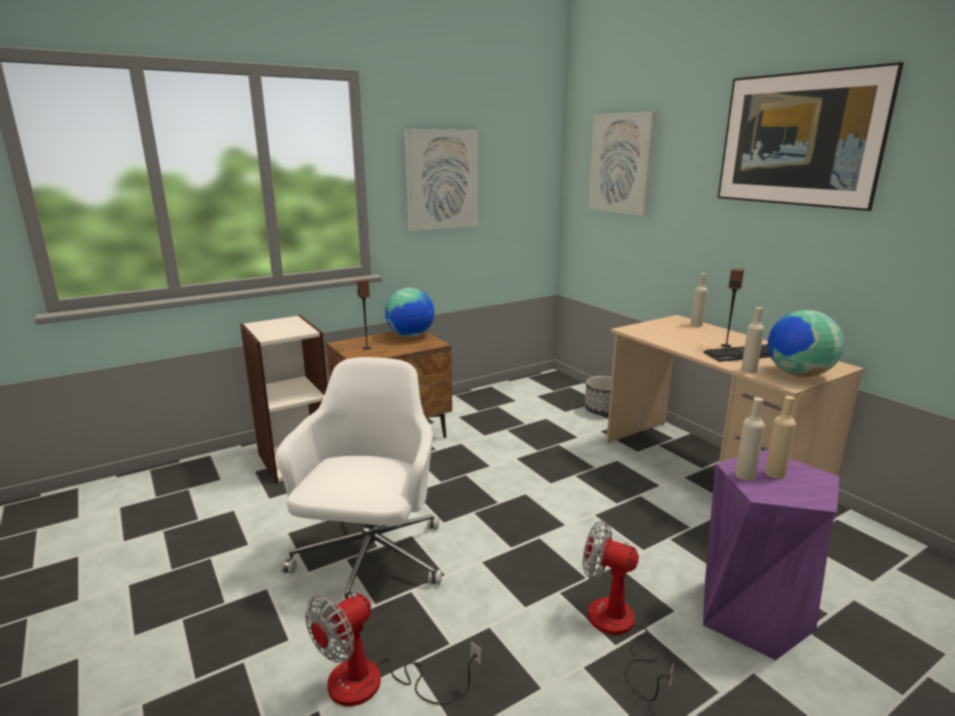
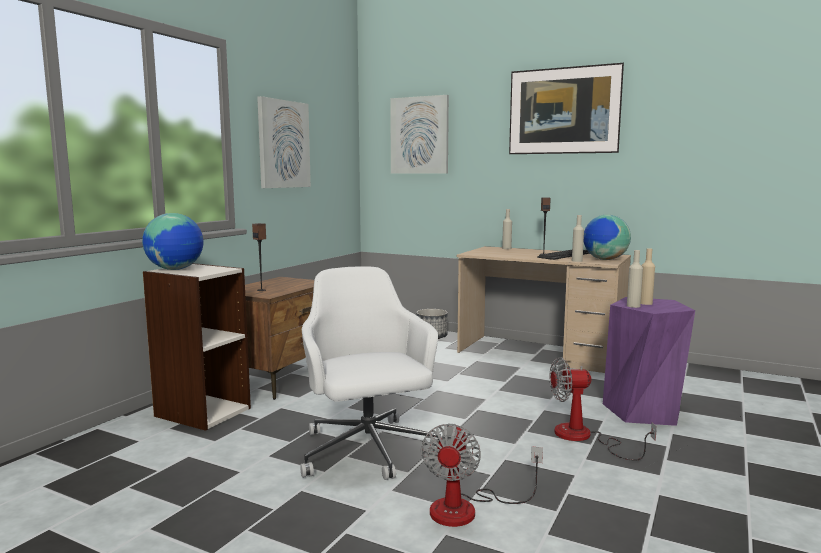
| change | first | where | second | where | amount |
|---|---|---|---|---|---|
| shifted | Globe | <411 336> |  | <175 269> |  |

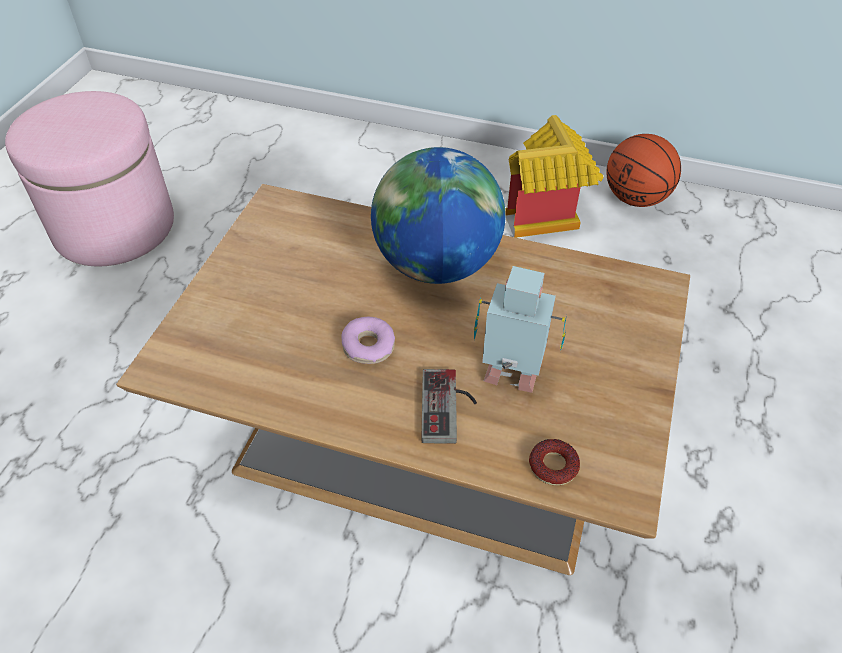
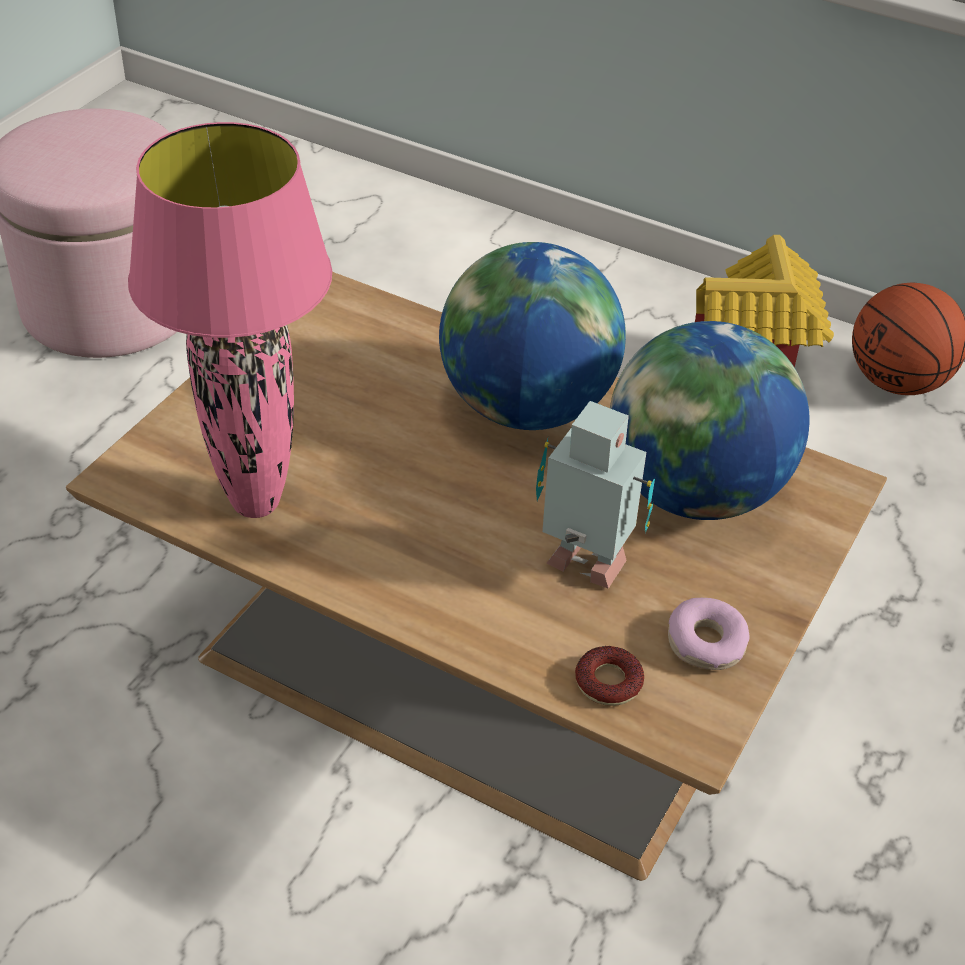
| change | first | where | second | where | amount |
|---|---|---|---|---|---|
| shifted | Donut | <368 346> |  | <705 643> |  |
| gone | GameController | <449 407> |  |  |  |
| new |  |  | PinkTableLamp | <255 504> |  |
| new |  |  | Globe | <694 492> |  |

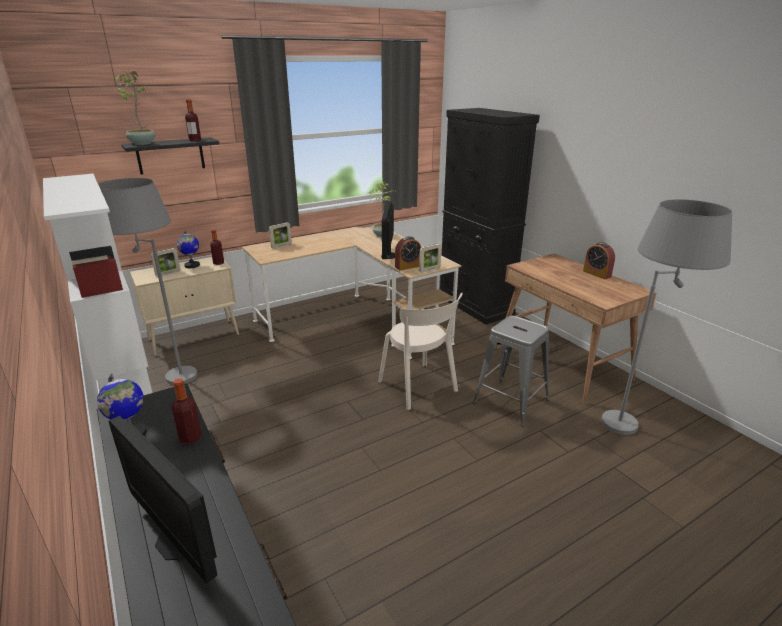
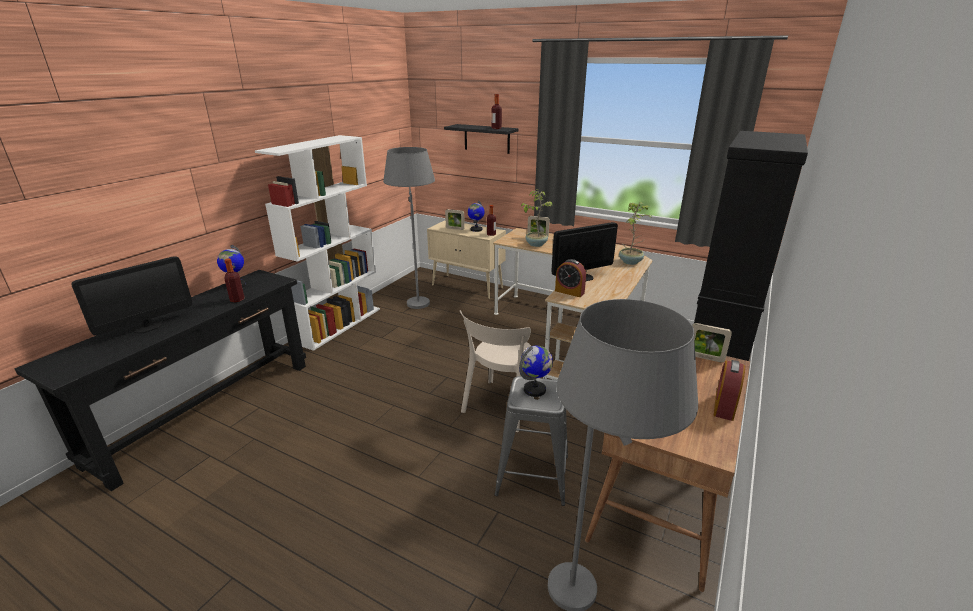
| change | first | where | second | where | amount |
|---|---|---|---|---|---|
| shifted | PottedPlant | <141 144> |  | <535 244> |  |
| shifted | PictureFrame | <430 269> |  | <705 358> |  |
| rotated | Monitor | <178 541> |  | <147 327> | 150 degrees counterclockwise |
| new |  |  | Globe | <535 390> |  |

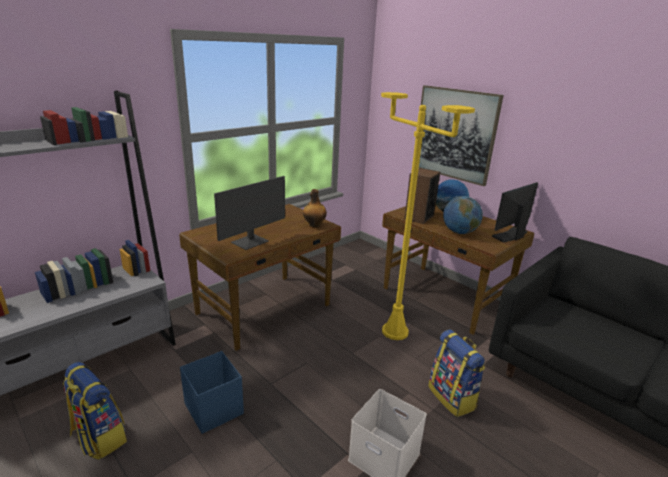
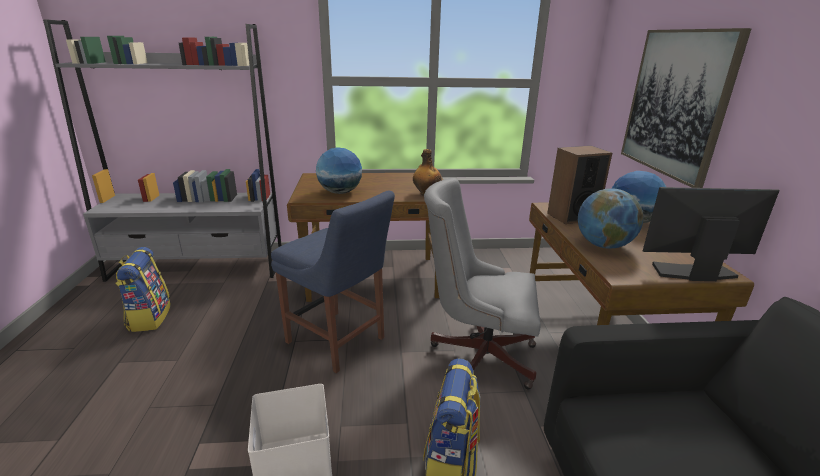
| change | first | where | second | where | amount |
|---|---|---|---|---|---|
| swapped | YellowFloorLamp | <395 332> | GreyOfficeChair | <477 354> |  |
| swapped | Monitor | <250 242> | Globe | <340 192> |  |
| gone | BlueStorageBox | <214 408> |  |  |  |
| new |  |  | BlueChair | <338 342> |  |

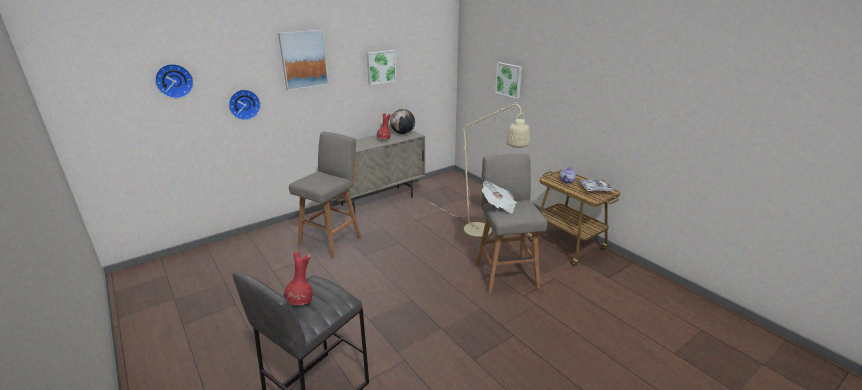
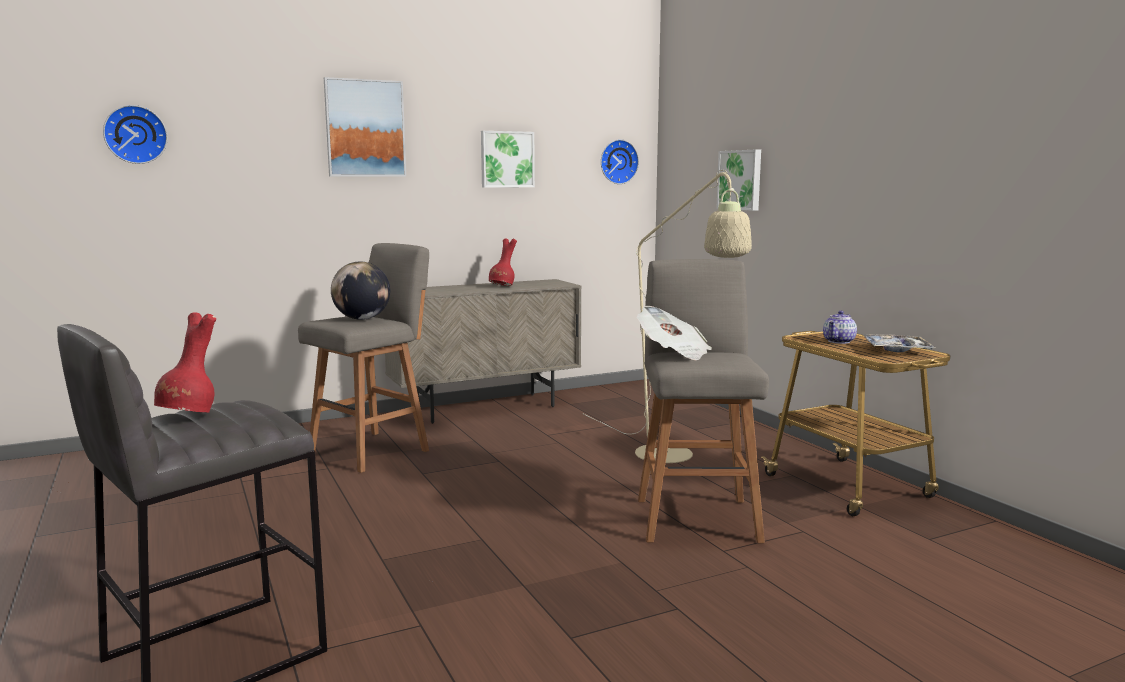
| change | first | where | second | where | amount |
|---|---|---|---|---|---|
| shifted | WallClock | <244 104> |  | <618 162> |  |
| shifted | Globe | <403 133> |  | <362 319> |  |

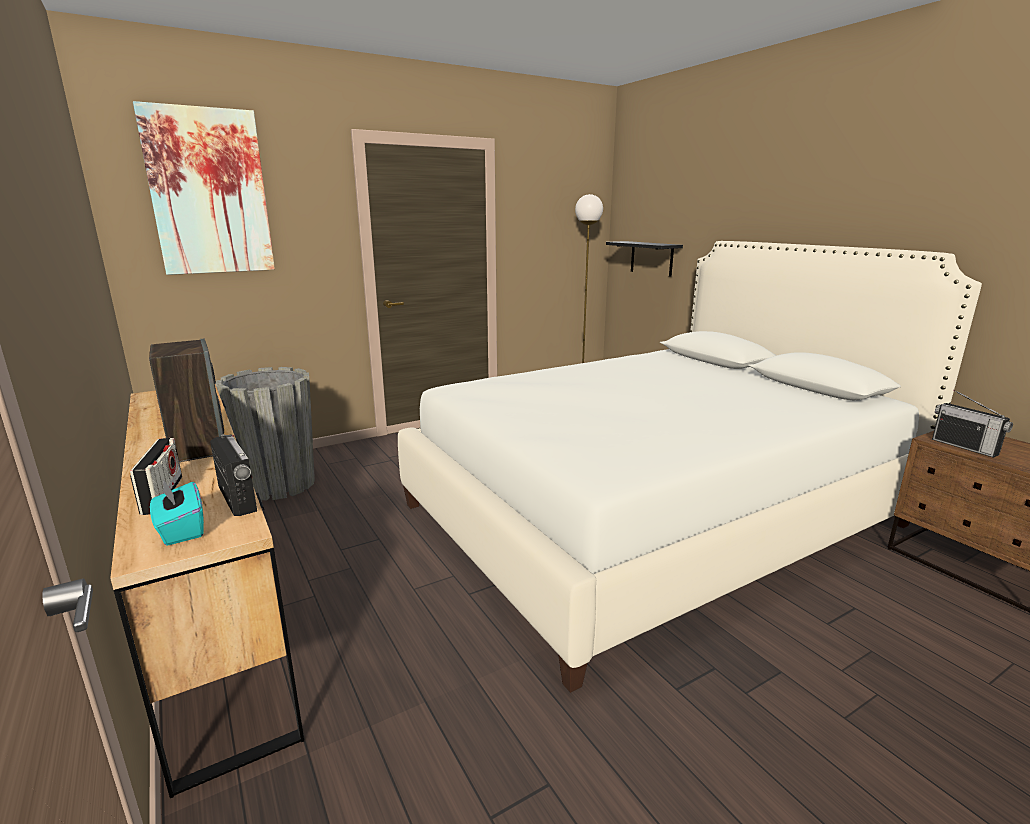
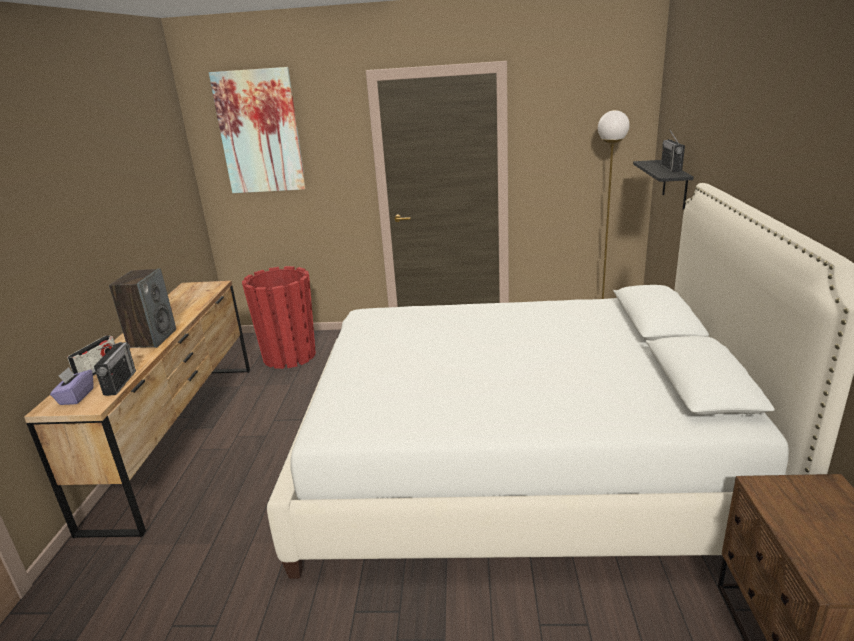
| change | first | where | second | where | amount |
|---|---|---|---|---|---|
| repainted | GreyPlanter | <279 484> | RedPlanter | <289 356> |  |
| shifted | Radio | <964 447> |  | <671 168> |  |
| repainted | TurquoiseTissueBox | <181 530> | PurpleTissueBox | <76 397> |  |

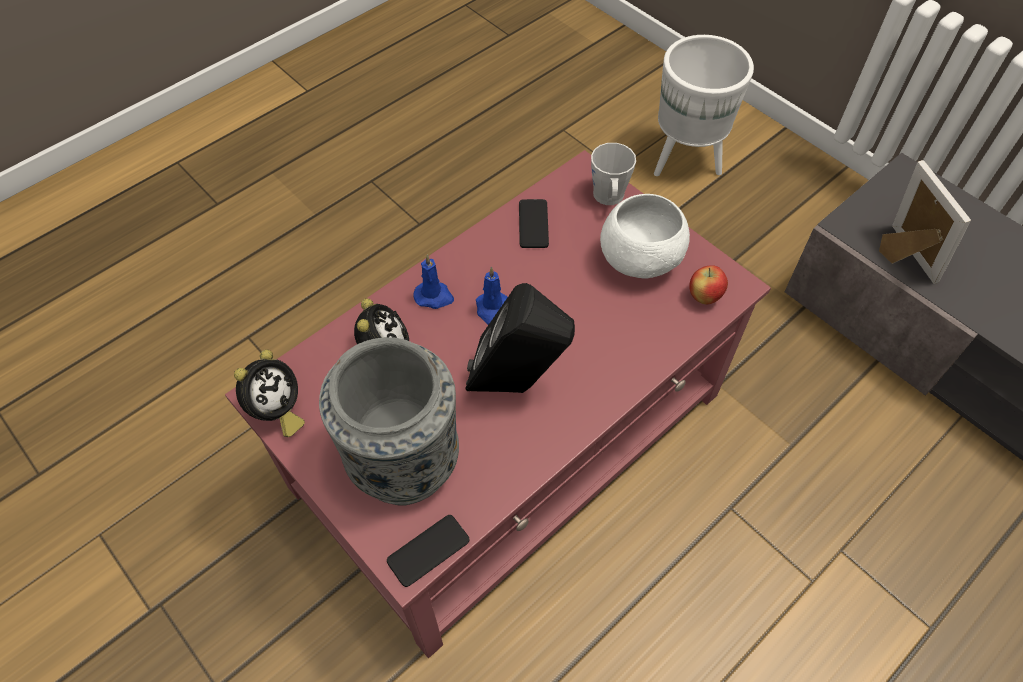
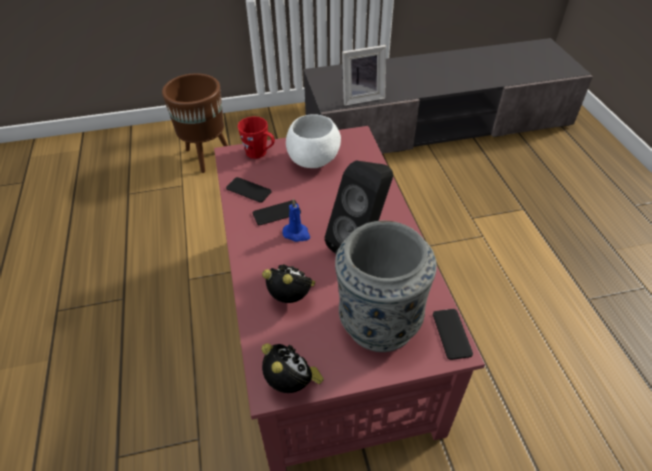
| change | first | where | second | where | amount |
|---|---|---|---|---|---|
| repainted | WhitePlanter | <686 160> | BrownPlanter | <206 156> |  |
| repainted | GreyMug | <609 198> | RedMug | <259 153> |  |
| rotated | PictureFrame | <901 257> |  | <361 97> | 150 degrees clockwise |
| gone | BlueCandle | <434 296> |  |  |  |
| gone | Apple | <704 297> |  |  |  |
| new |  |  | Phone | <277 213> |  |

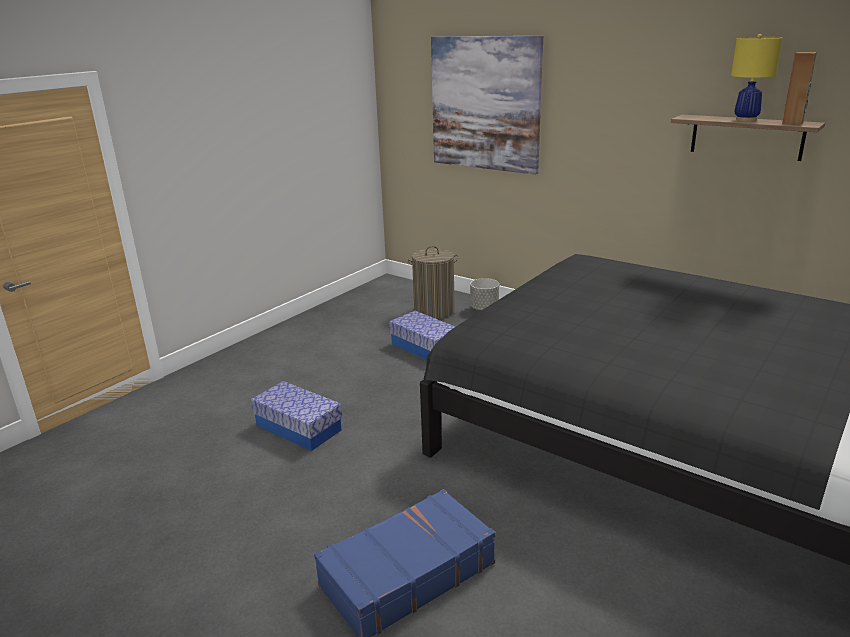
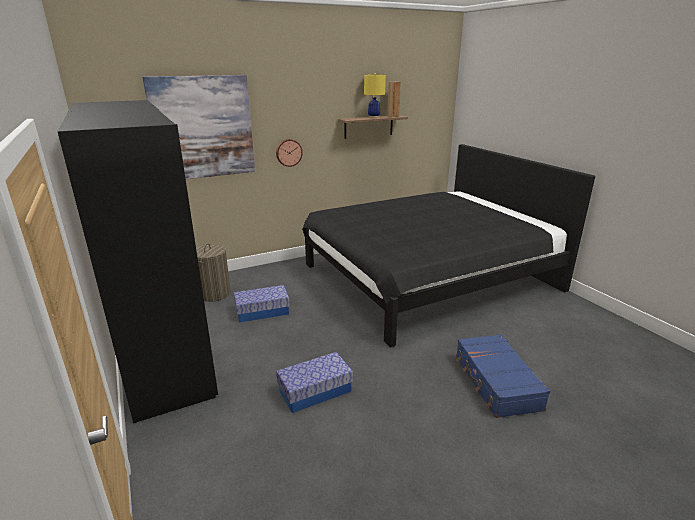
| change | first | where | second | where | amount |
|---|---|---|---|---|---|
| gone | GreyPlanter | <484 308> |  |  |  |
| new |  |  | BlackWardrobe | <162 345> |  |
| new |  |  | WallClock | <288 152> |  |

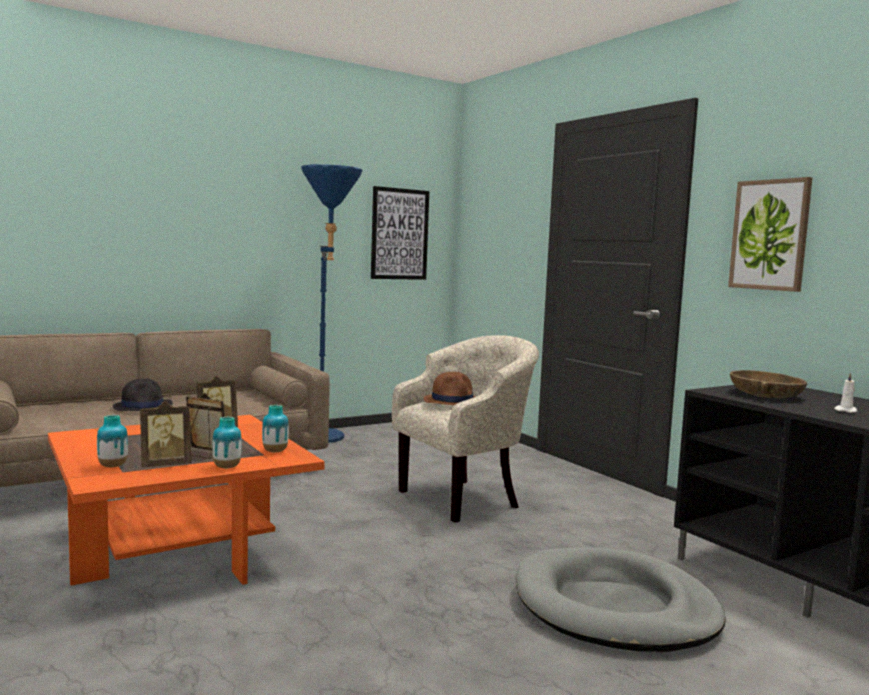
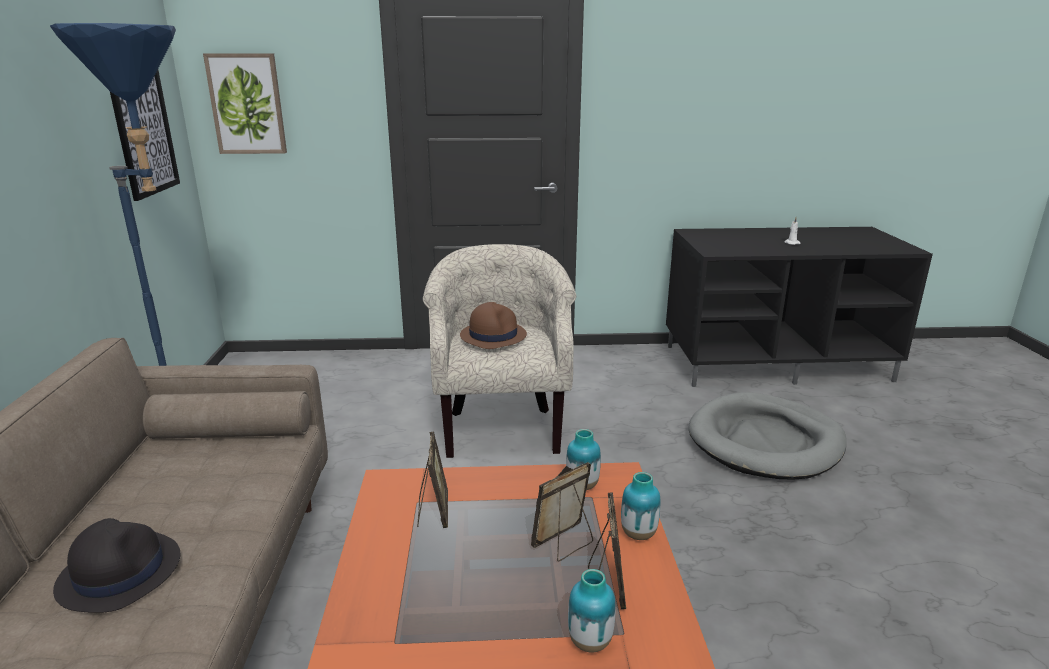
| change | first | where | second | where | amount |
|---|---|---|---|---|---|
| shifted | Picture | <770 235> |  | <247 104> |  |
| gone | BrownBowl | <766 394> |  |  |  |

